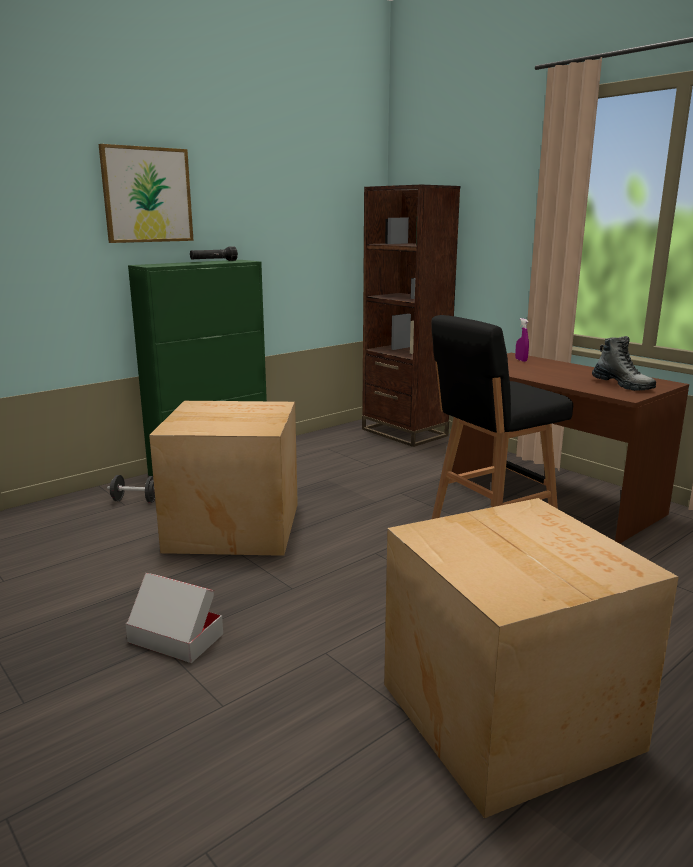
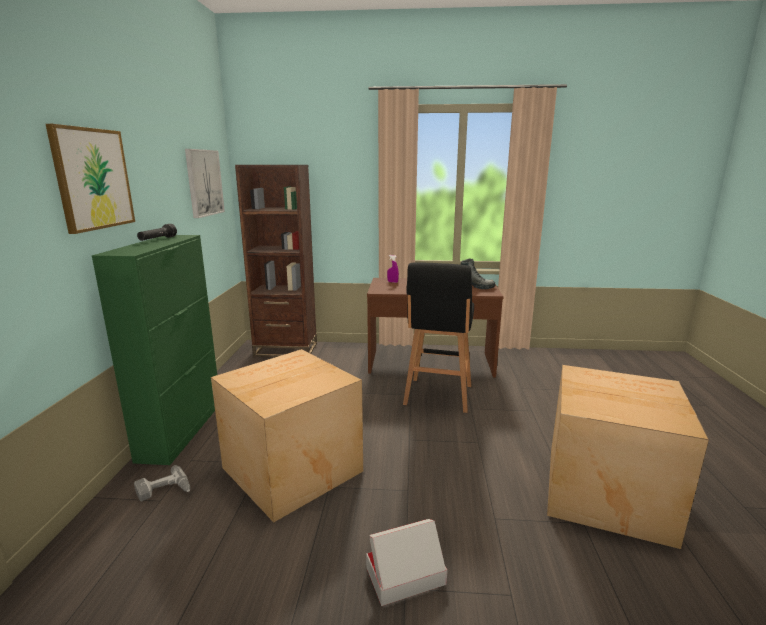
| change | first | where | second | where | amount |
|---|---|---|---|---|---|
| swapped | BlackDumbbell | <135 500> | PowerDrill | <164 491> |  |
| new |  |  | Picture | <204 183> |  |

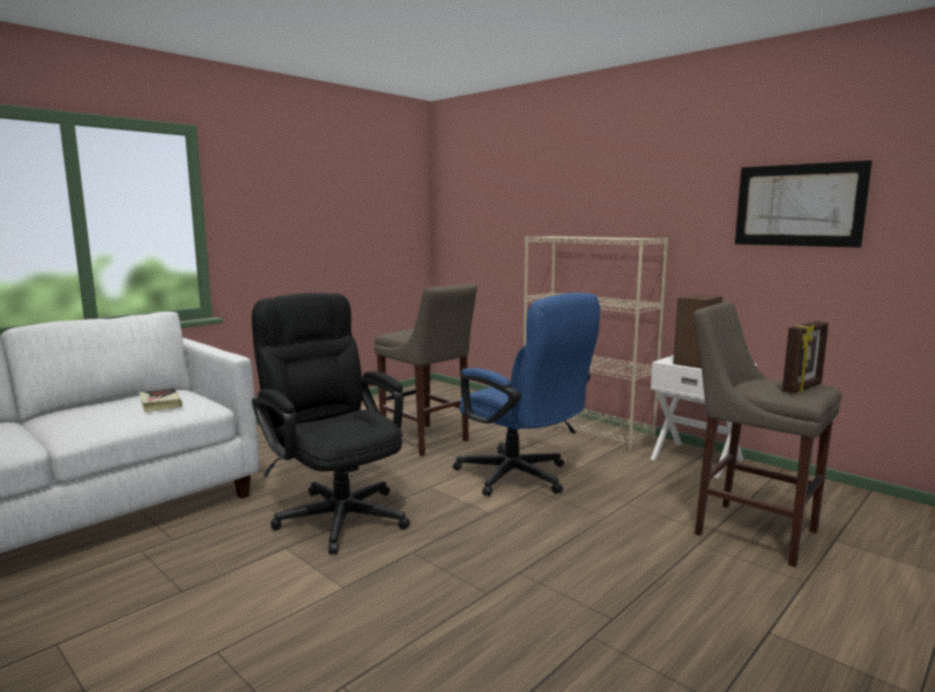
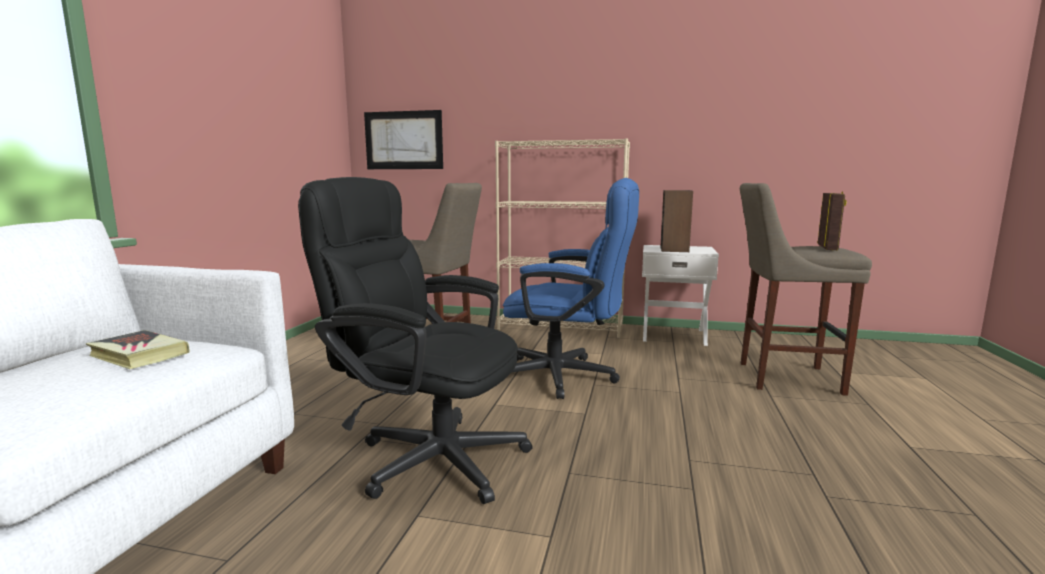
| change | first | where | second | where | amount |
|---|---|---|---|---|---|
| shifted | Picture | <798 205> |  | <403 140> |  |

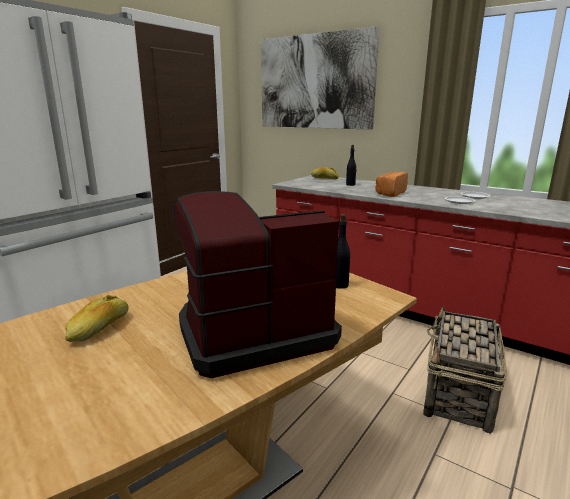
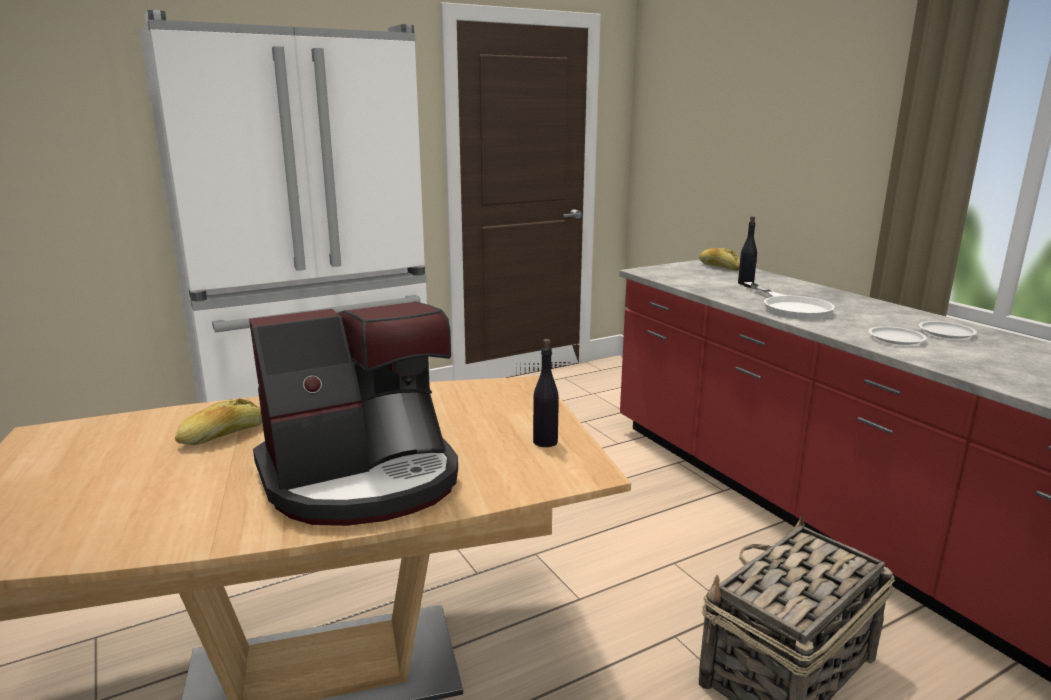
| change | first | where | second | where | amount |
|---|---|---|---|---|---|
| gone | Picture | <315 82> |  |  |  |
| swapped | Bread | <390 193> | WhiteFryingPan | <790 307> |  |
| rotated | CoffeeMachine | <252 333> |  | <363 478> | 150 degrees clockwise |

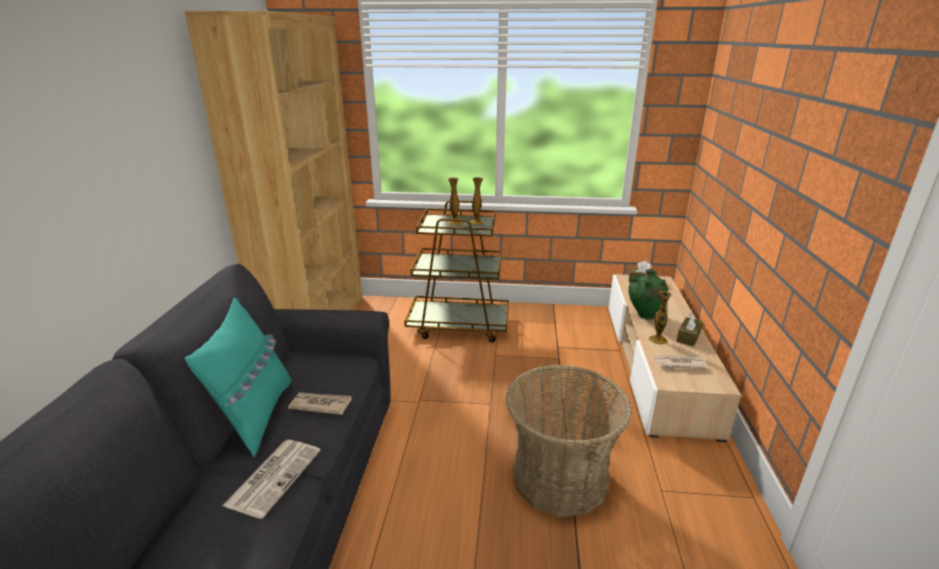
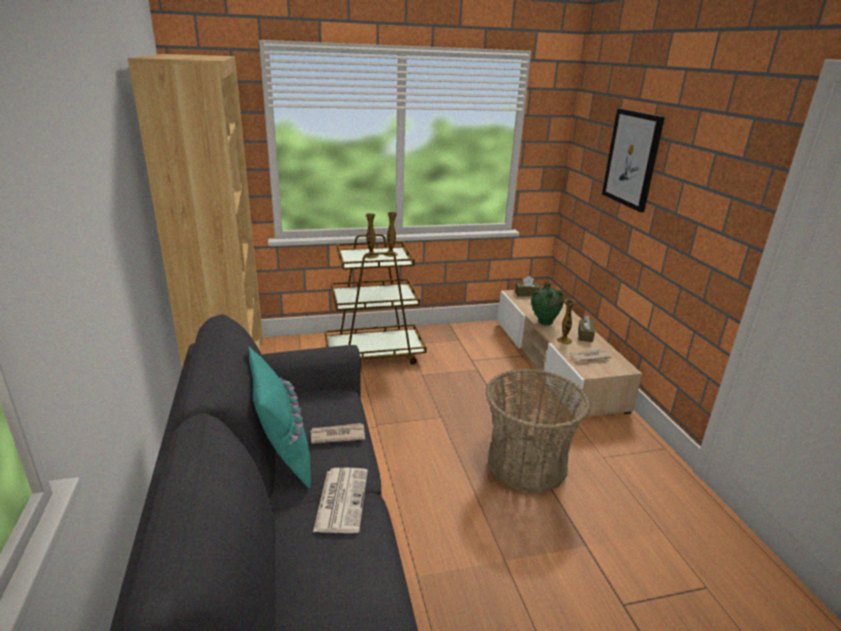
| change | first | where | second | where | amount |
|---|---|---|---|---|---|
| new |  |  | Picture | <632 159> |  |

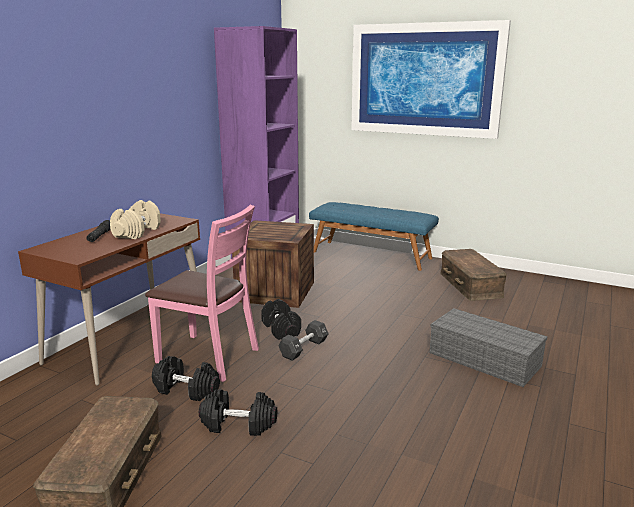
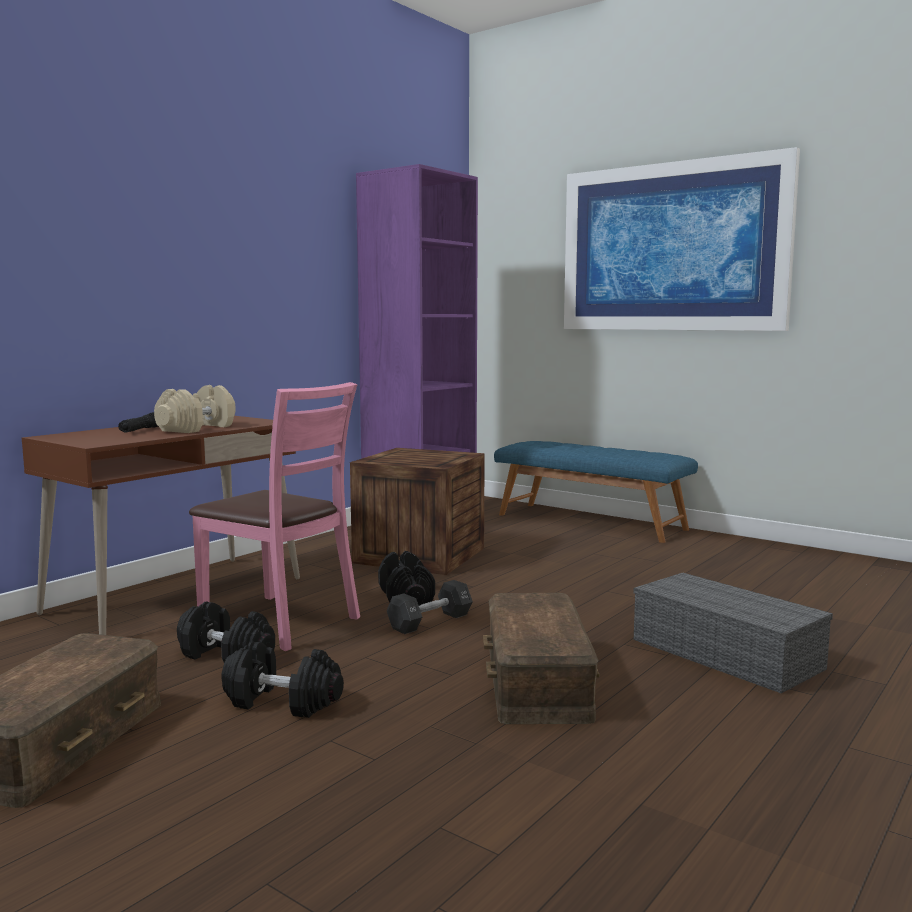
| change | first | where | second | where | amount |
|---|---|---|---|---|---|
| shifted | BrownStorageBox | <471 284> |  | <539 681> |  |

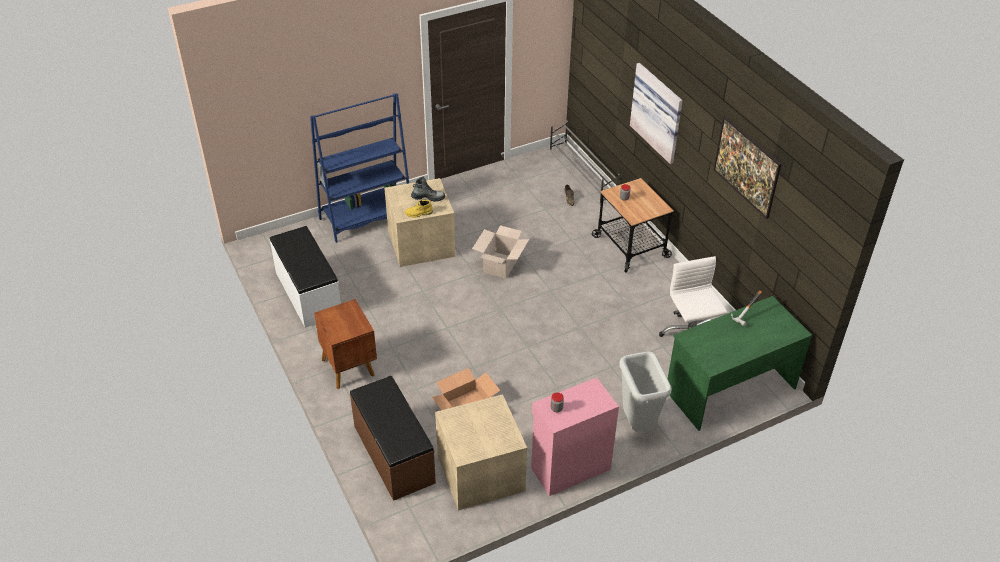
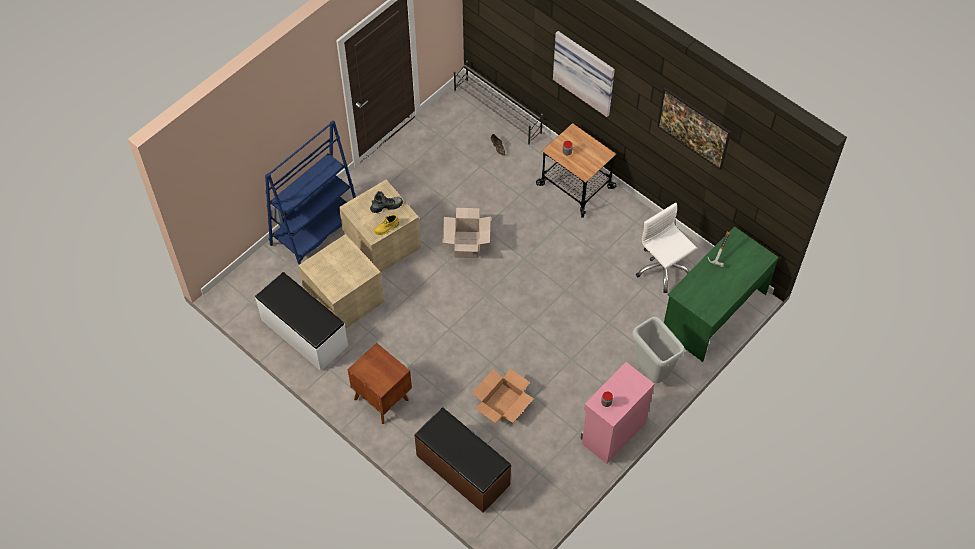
| change | first | where | second | where | amount |
|---|---|---|---|---|---|
| shifted | BeigeStorageBox | <480 474> |  | <344 299> |  |

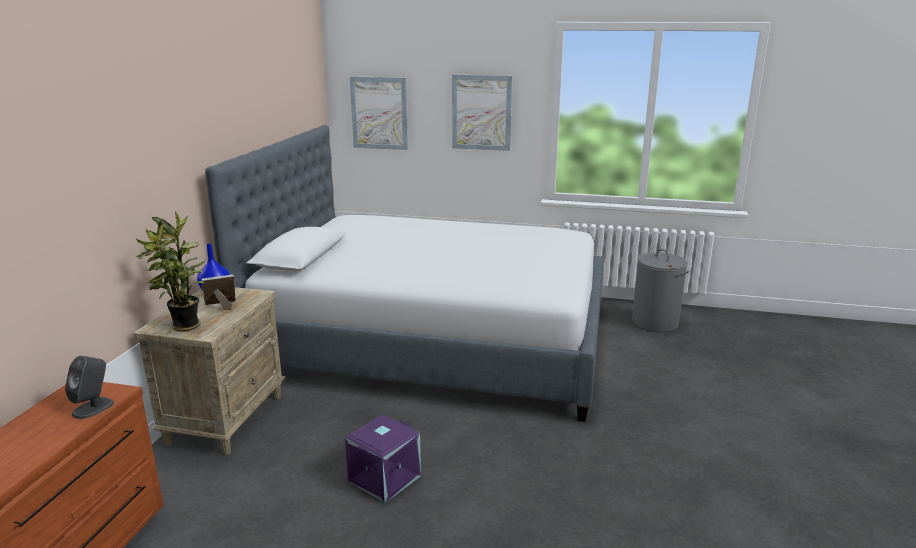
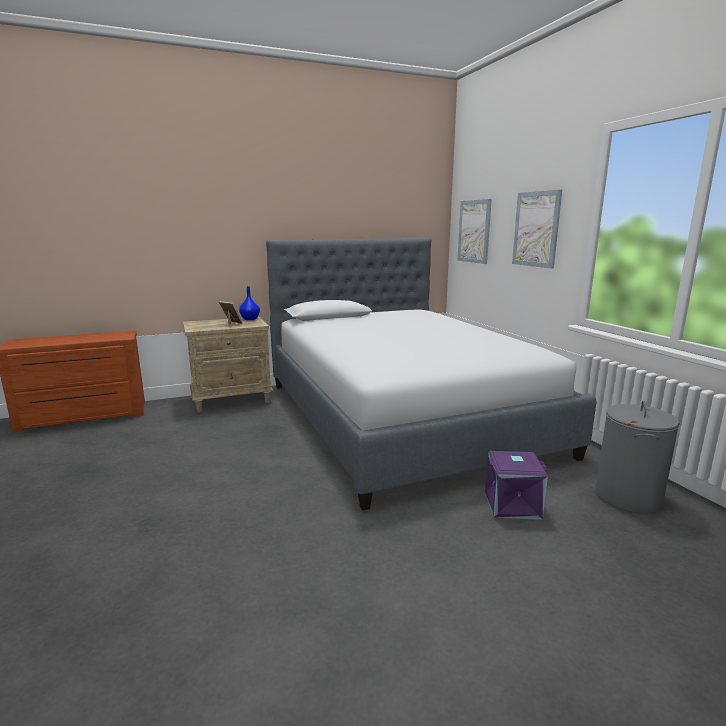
| change | first | where | second | where | amount |
|---|---|---|---|---|---|
| gone | PottedPlant | <184 327> |  |  |  |
| gone | GreySpeaker | <93 408> |  |  |  |
| shifted | PurpleStorageBox | <384 477> |  | <512 504> |  |

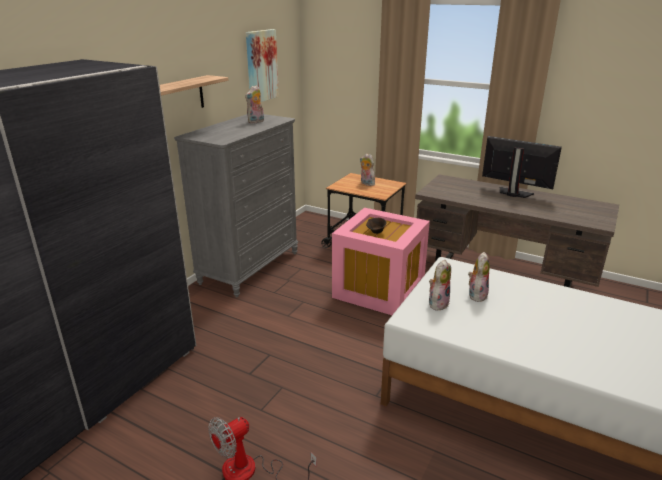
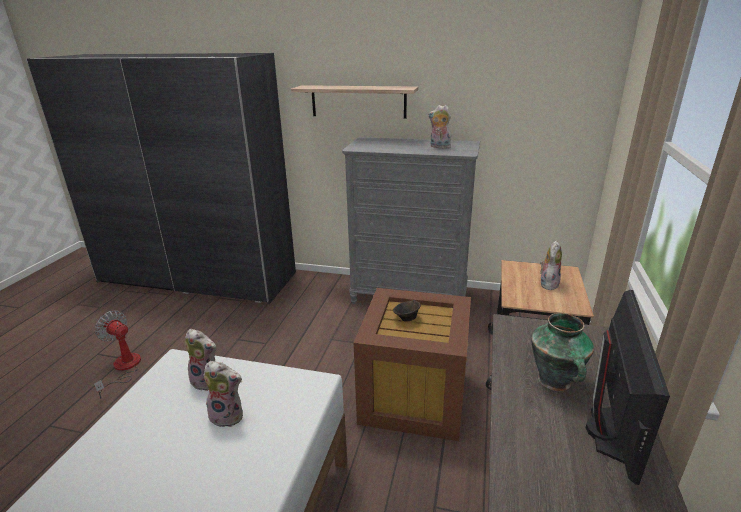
| change | first | where | second | where | amount |
|---|---|---|---|---|---|
| gone | Picture | <261 66> |  |  |  |
| repainted | PinkStorageBox | <380 289> | BrownStorageBox | <415 398> |  |
| new |  |  | Vase | <555 382> |  |

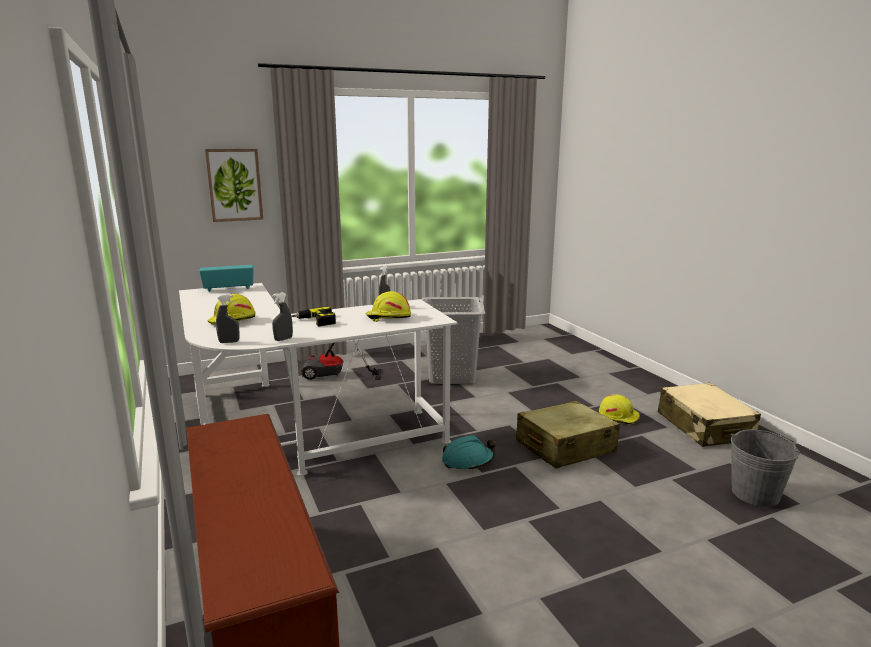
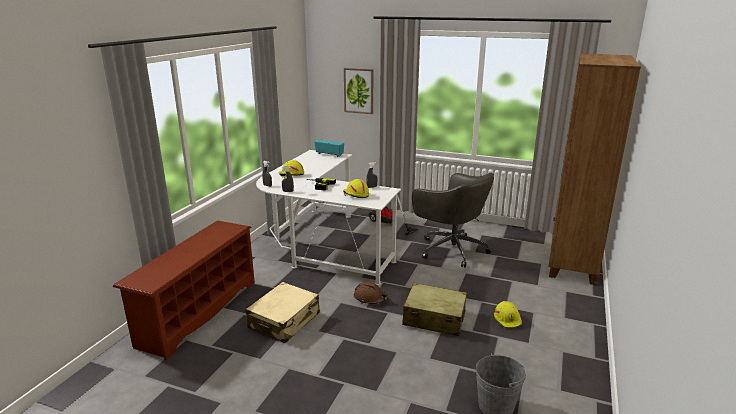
| change | first | where | second | where | amount |
|---|---|---|---|---|---|
| swapped | GreyLaundryBasket | <452 376> | GreyOfficeChair | <451 249> |  |
| shifted | BeigeSuitcase | <704 427> |  | <284 321> |  |
| repainted | TurquoiseHardHat | <468 461> | BrownHardHat | <370 298> |  |
| new |  |  | BrownBookcase | <572 261> |  |

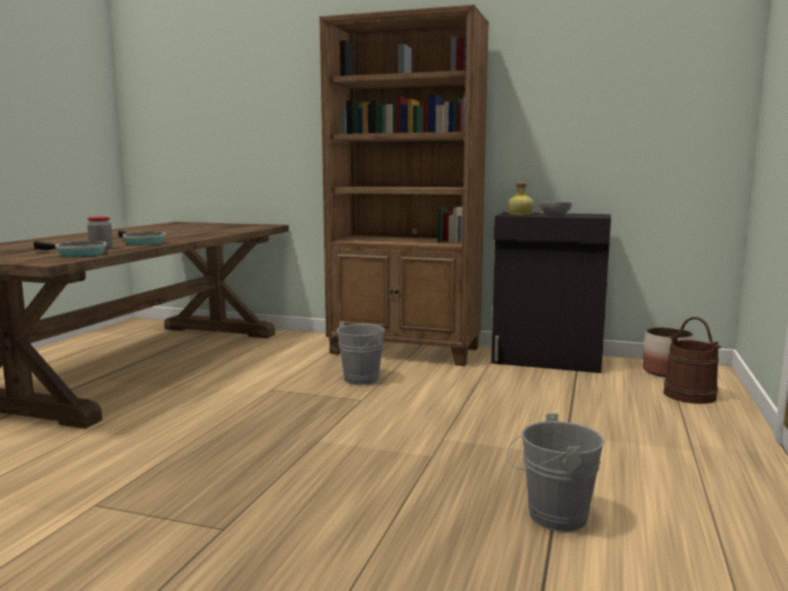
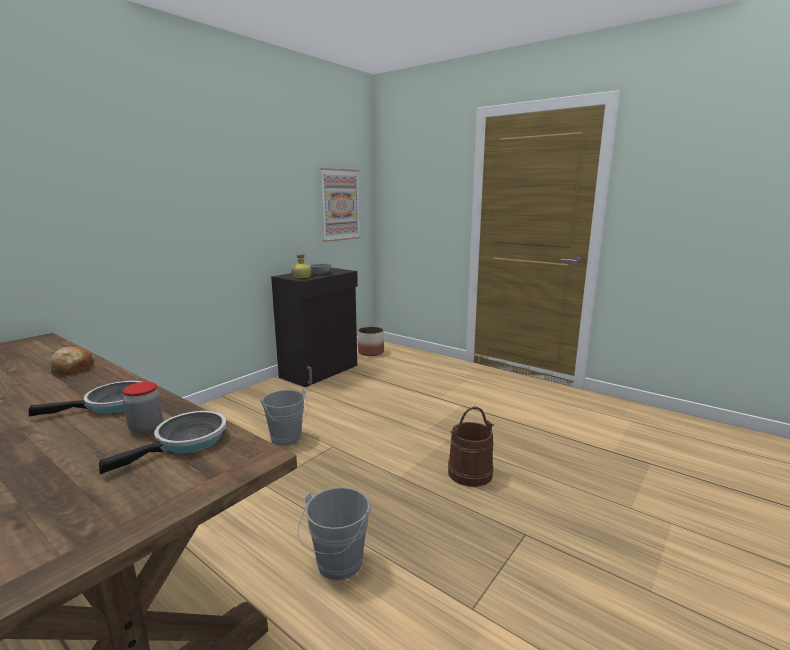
| change | first | where | second | where | amount |
|---|---|---|---|---|---|
| gone | BrownBookcase | <405 351> |  |  |  |
| shifted | BrownBucket | <690 395> |  | <470 473> |  |
| shifted | GreyBucket | <551 516> |  | <337 567> |  |
| new |  |  | Picture | <340 205> |  |
| new |  |  | Bread | <72 369> |  |

